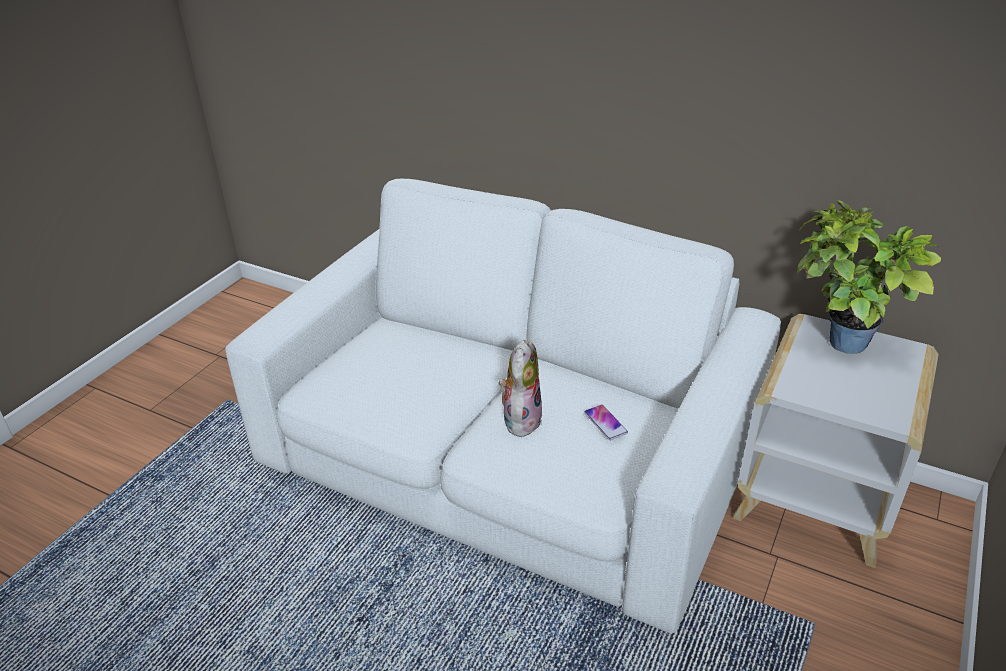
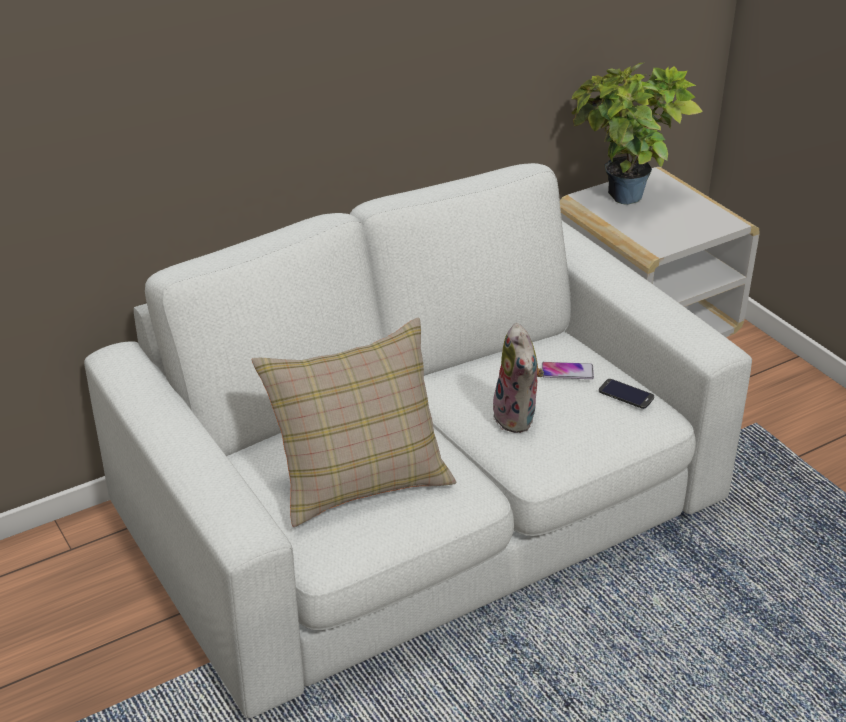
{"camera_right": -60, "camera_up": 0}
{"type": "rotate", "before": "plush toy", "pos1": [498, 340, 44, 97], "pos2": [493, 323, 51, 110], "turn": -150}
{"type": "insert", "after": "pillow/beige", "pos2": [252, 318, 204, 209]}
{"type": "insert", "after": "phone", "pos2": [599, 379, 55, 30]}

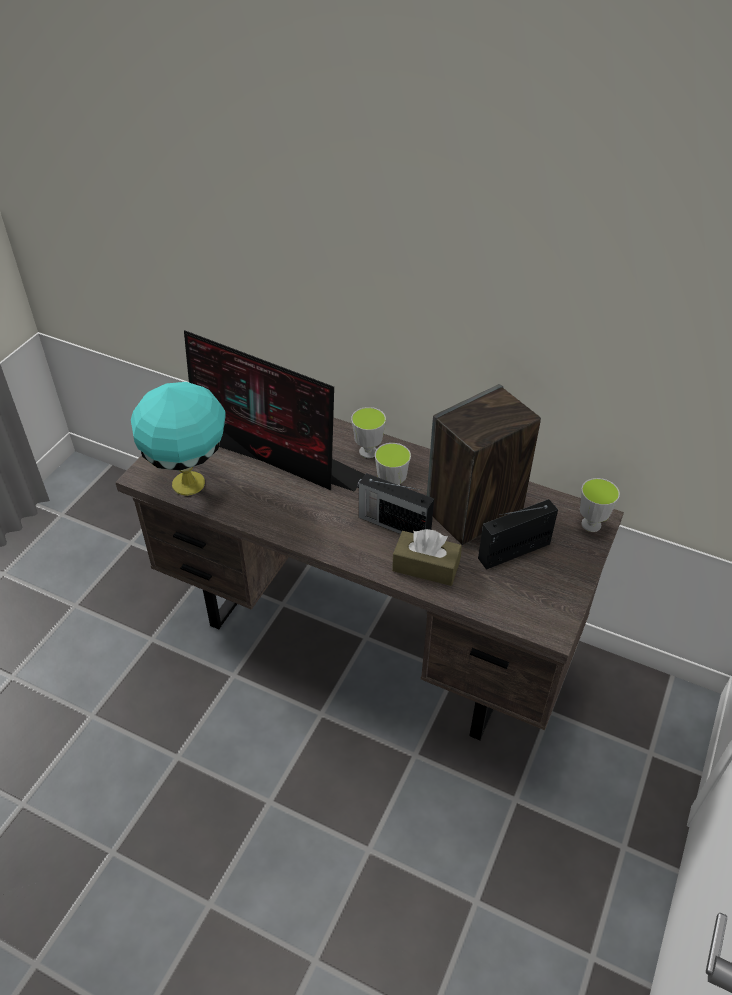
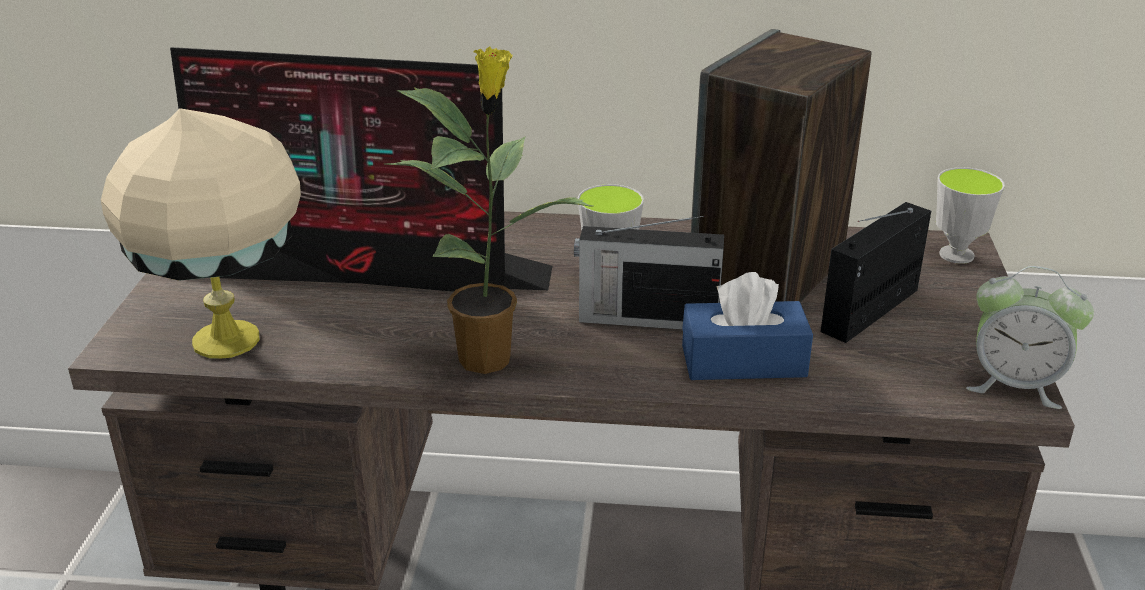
{"camera_right": -20, "camera_up": -15}
{"type": "recolor", "before": "table lamp/turquoise", "after": "table lamp/beige", "pos1": [131, 382, 95, 114], "pos2": [101, 108, 200, 251]}
{"type": "delete", "before": "cup", "pos1": [351, 407, 35, 51]}
{"type": "recolor", "before": "tissue box/brown", "after": "tissue box/blue", "pos1": [392, 529, 70, 57], "pos2": [682, 272, 131, 108]}
{"type": "insert", "after": "potted plant", "pos2": [384, 47, 209, 327]}
{"type": "insert", "after": "alarm clock", "pos2": [966, 266, 128, 143]}

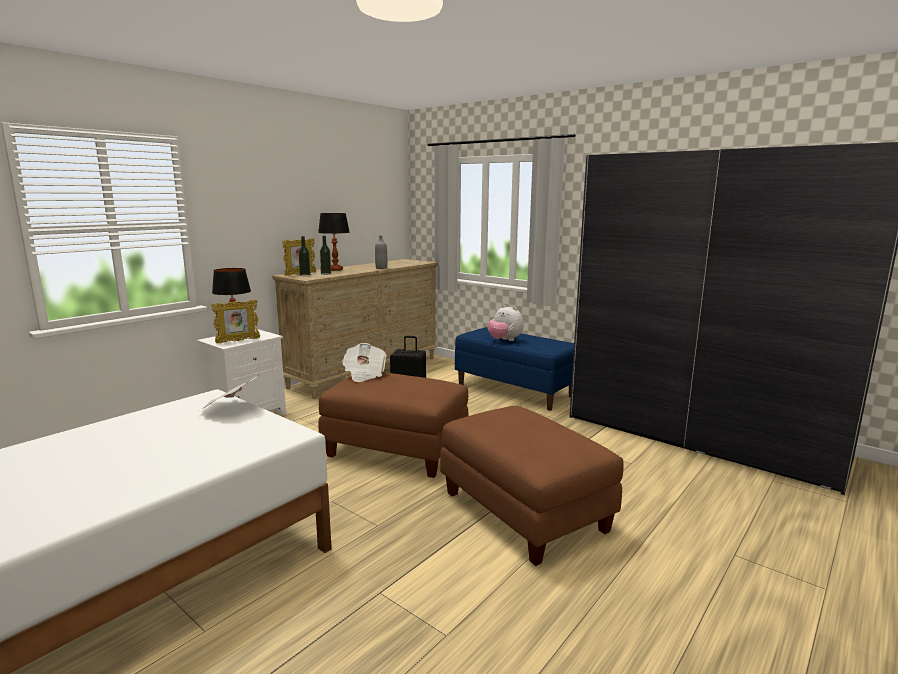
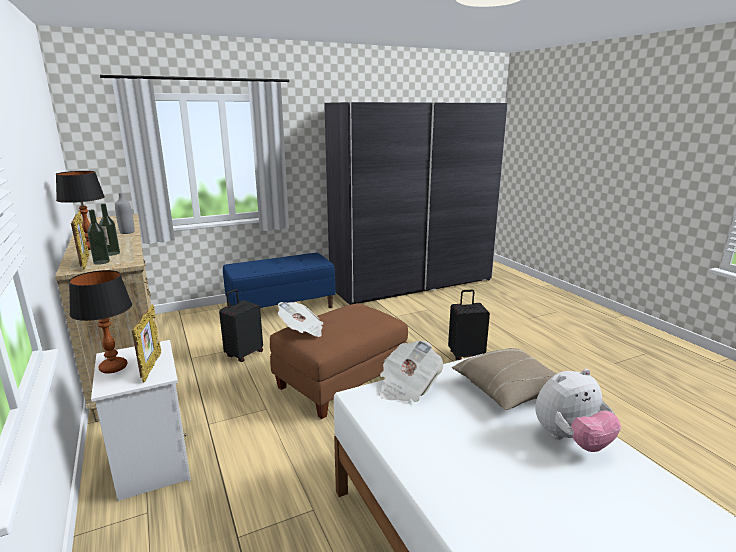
{"camera_right": -65, "camera_up": 5}
{"type": "move", "before": "plush toy", "pos1": [487, 305, 37, 36], "pos2": [535, 369, 86, 83]}
{"type": "replace", "before": "ottoman/brown", "after": "suitcase/black", "pos1": [440, 406, 184, 160], "pos2": [448, 290, 42, 70]}
{"type": "insert", "after": "pillow/beige", "pos2": [452, 348, 105, 62]}

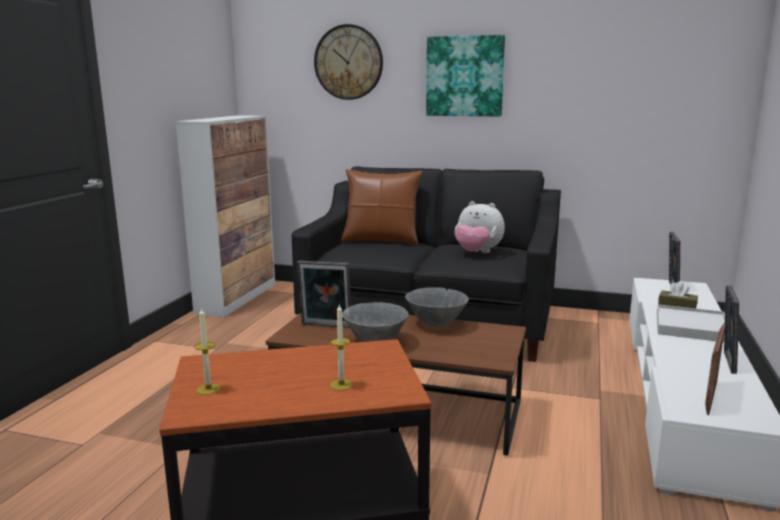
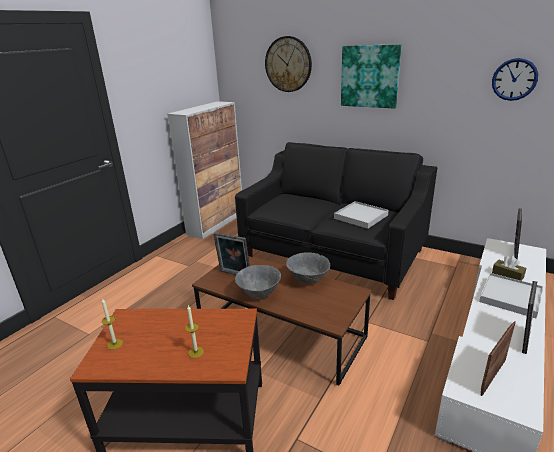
{"camera_right": 15, "camera_up": 10}
{"type": "delete", "before": "pillow/brown", "pos1": [341, 169, 81, 76]}
{"type": "replace", "before": "plush toy", "after": "tray/white", "pos1": [455, 201, 50, 52], "pos2": [334, 201, 55, 28]}
{"type": "insert", "after": "wall clock", "pos2": [492, 58, 46, 43]}

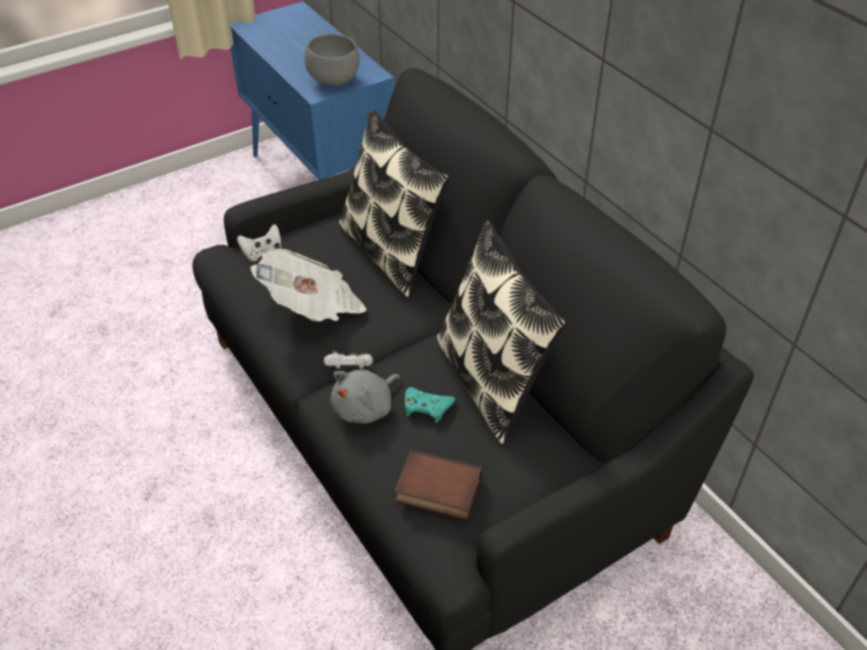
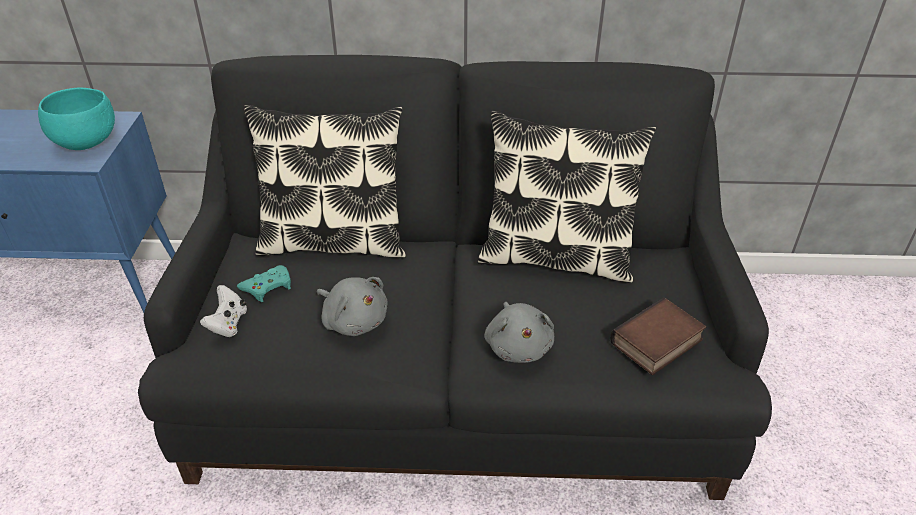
{"camera_right": -55, "camera_up": -5}
{"type": "recolor", "before": "bowl/grey", "after": "bowl/turquoise", "pos1": [305, 34, 55, 52], "pos2": [38, 88, 77, 62]}
{"type": "replace", "before": "newspaper", "after": "plush toy/grey", "pos1": [250, 249, 117, 73], "pos2": [317, 277, 70, 59]}
{"type": "delete", "before": "game controller/white", "pos1": [324, 350, 49, 19]}
{"type": "move", "before": "game controller/turquoise", "pos1": [405, 387, 50, 36], "pos2": [237, 265, 54, 37]}

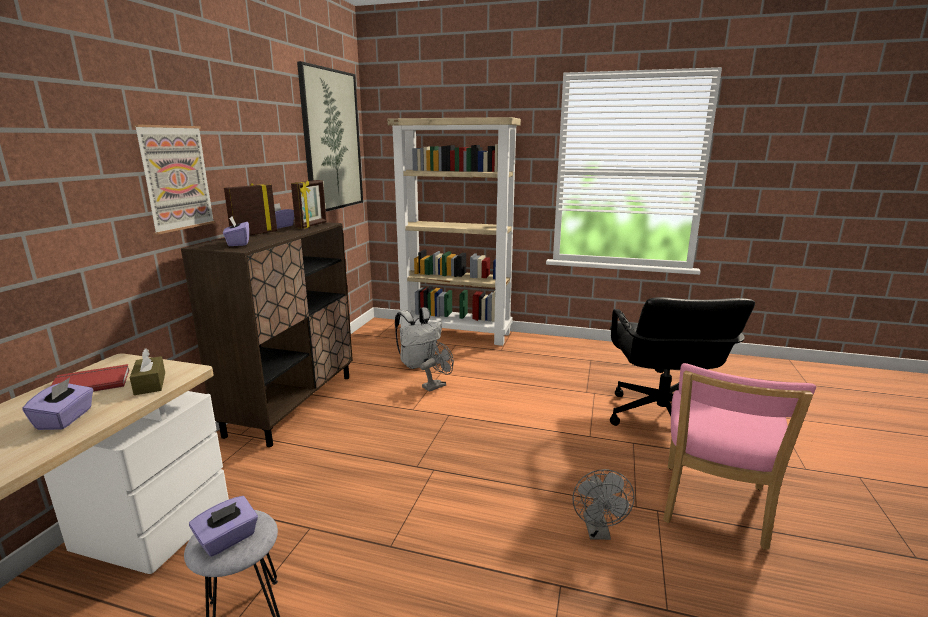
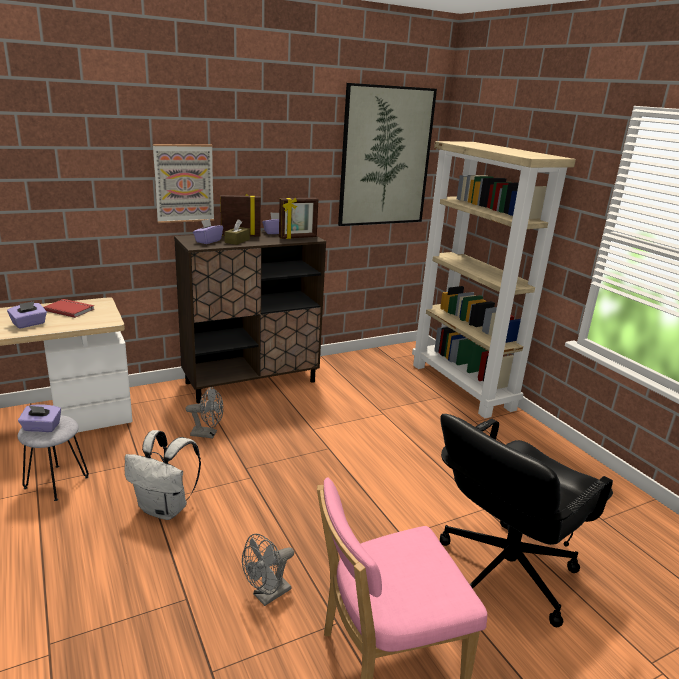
{"camera_right": 45, "camera_up": 5}
{"type": "move", "before": "backpack/white", "pos1": [395, 307, 47, 62], "pos2": [125, 430, 76, 90]}
{"type": "move", "before": "fan/grey", "pos1": [420, 340, 34, 52], "pos2": [186, 387, 37, 51]}
{"type": "move", "before": "tissue box/brown", "pos1": [130, 348, 35, 47], "pos2": [224, 219, 26, 26]}

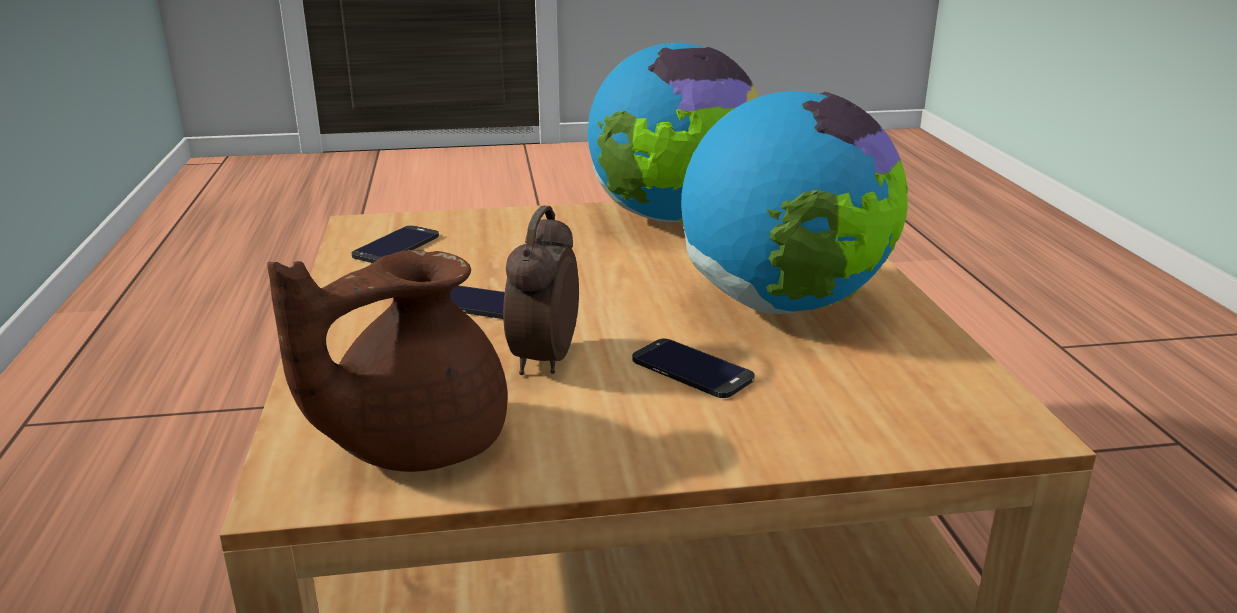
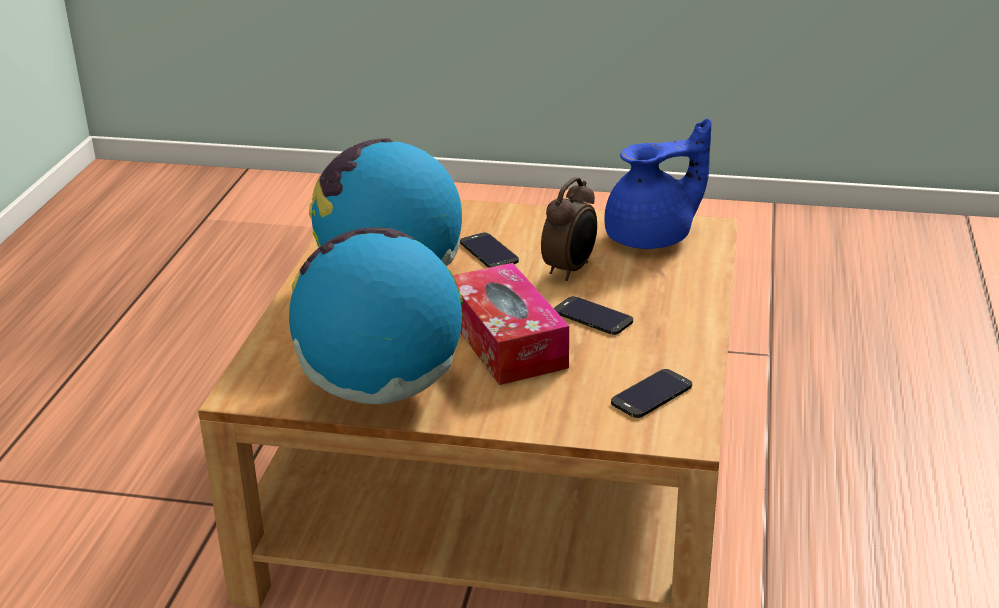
{"camera_right": -160, "camera_up": 5}
{"type": "recolor", "before": "teapot/brown", "after": "teapot/blue", "pos1": [268, 250, 239, 222], "pos2": [604, 118, 107, 131]}
{"type": "insert", "after": "tissue box", "pos2": [453, 263, 116, 122]}

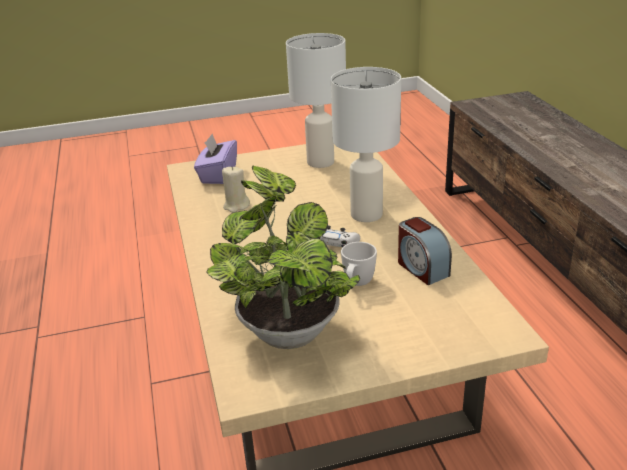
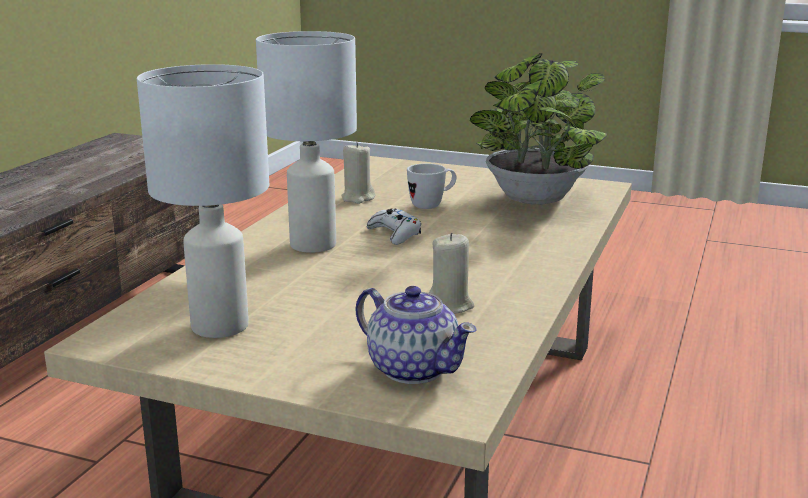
{"camera_right": -145, "camera_up": -10}
{"type": "replace", "before": "tissue box/purple", "after": "teapot", "pos1": [194, 134, 43, 50], "pos2": [356, 286, 121, 98]}
{"type": "replace", "before": "alarm clock", "after": "candle/beige", "pos1": [398, 217, 54, 68], "pos2": [342, 142, 33, 62]}

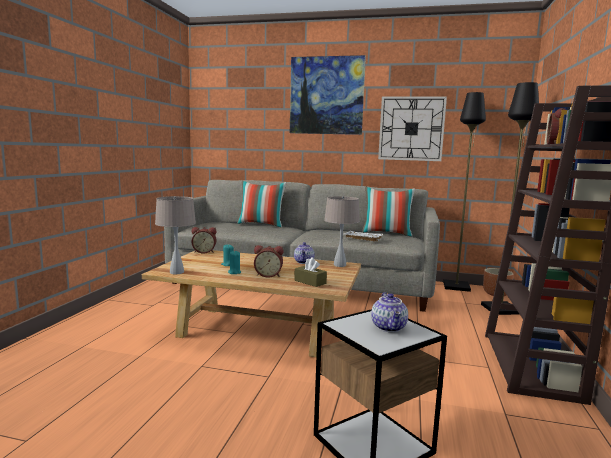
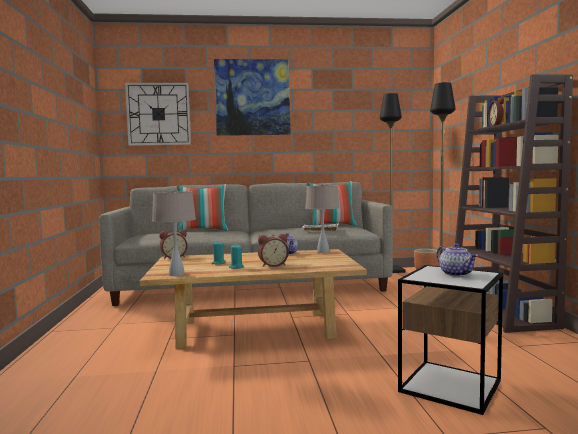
{"camera_right": -20, "camera_up": -5}
{"type": "move", "before": "wall clock", "pos1": [378, 96, 69, 65], "pos2": [125, 83, 66, 63]}
{"type": "delete", "before": "tissue box/brown", "pos1": [294, 257, 33, 30]}

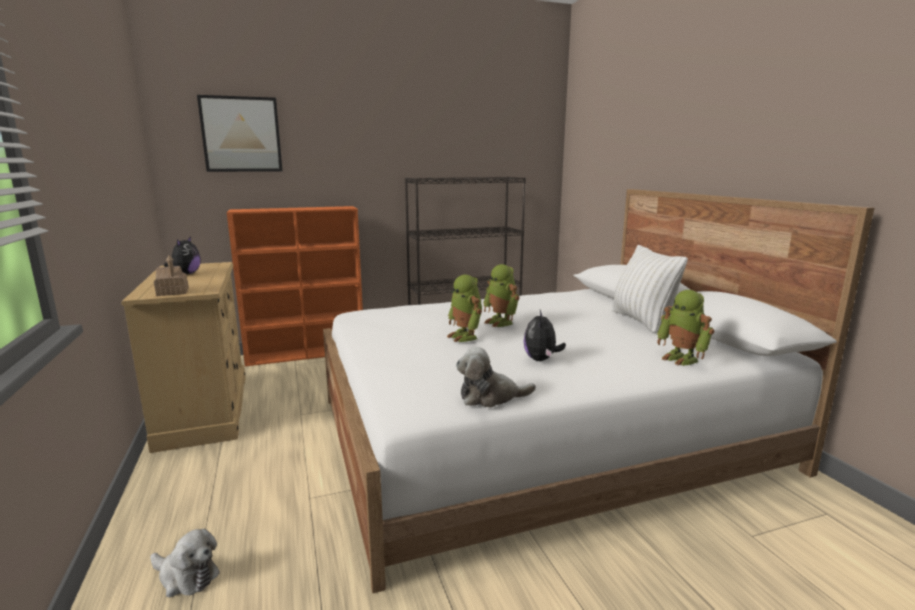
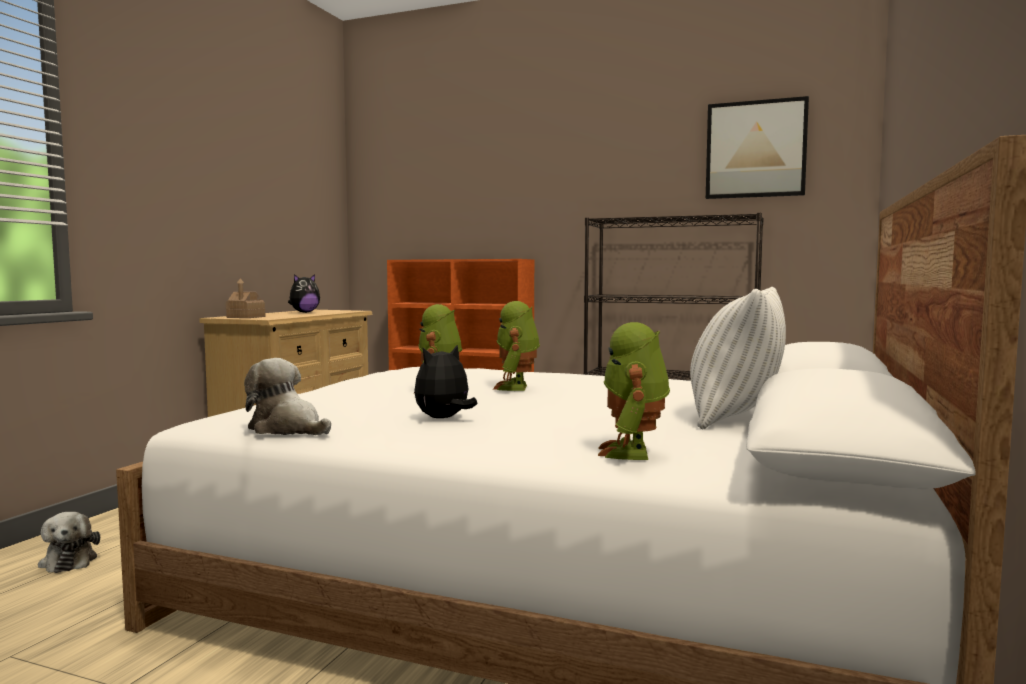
{"camera_right": 40, "camera_up": -10}
{"type": "move", "before": "picture", "pos1": [197, 95, 85, 77], "pos2": [706, 96, 103, 103]}

